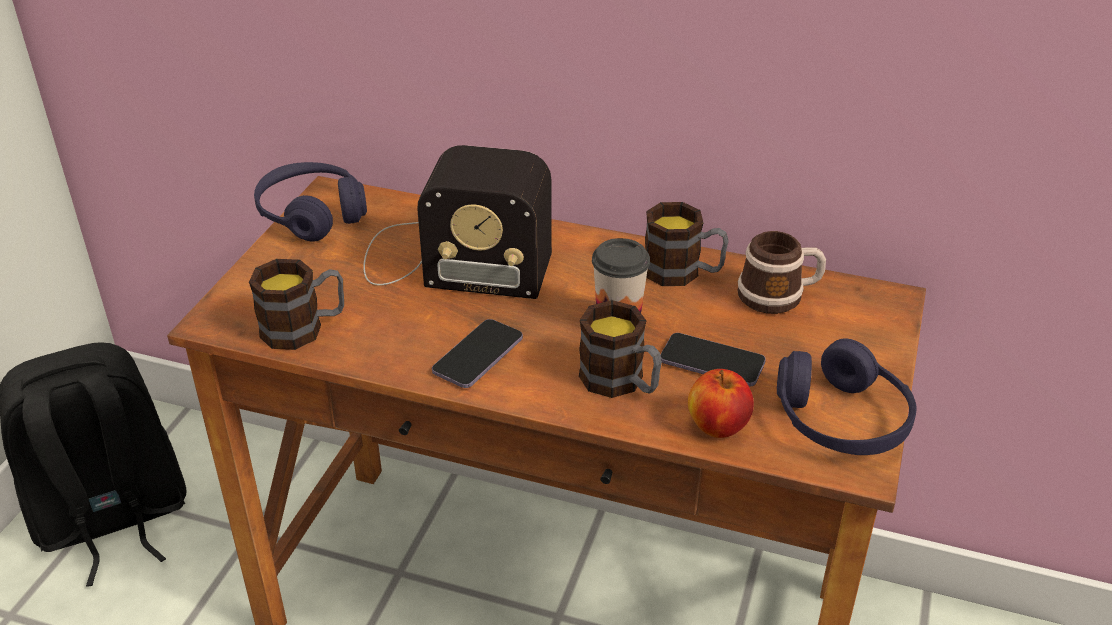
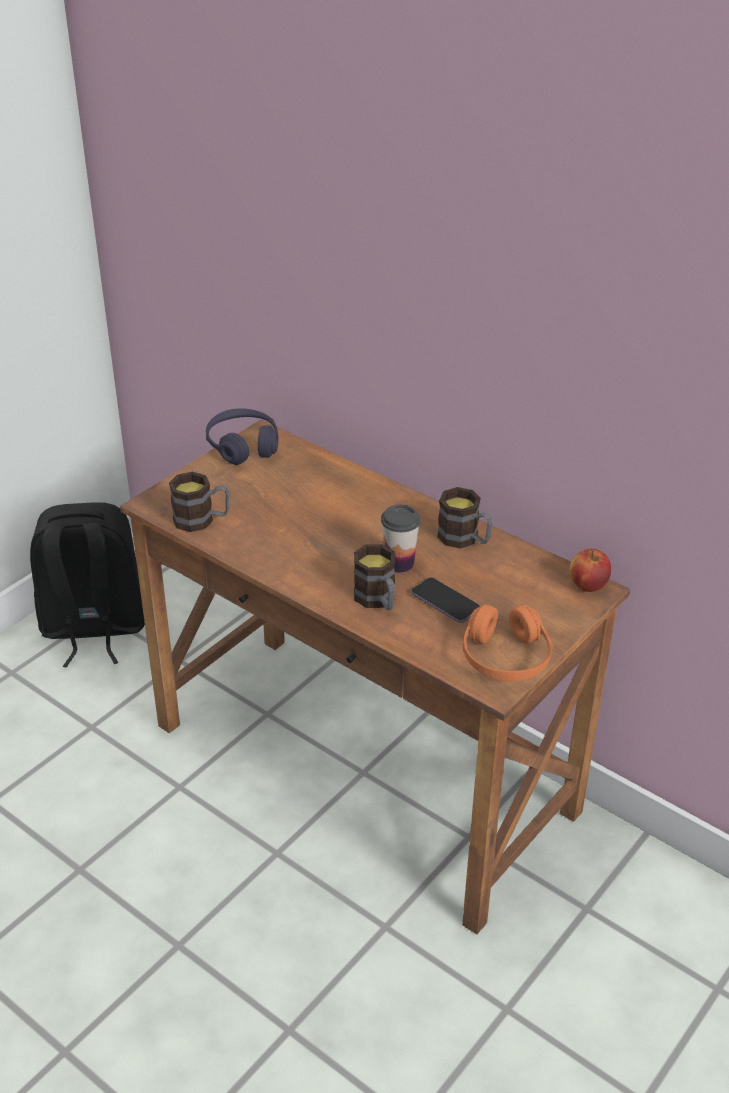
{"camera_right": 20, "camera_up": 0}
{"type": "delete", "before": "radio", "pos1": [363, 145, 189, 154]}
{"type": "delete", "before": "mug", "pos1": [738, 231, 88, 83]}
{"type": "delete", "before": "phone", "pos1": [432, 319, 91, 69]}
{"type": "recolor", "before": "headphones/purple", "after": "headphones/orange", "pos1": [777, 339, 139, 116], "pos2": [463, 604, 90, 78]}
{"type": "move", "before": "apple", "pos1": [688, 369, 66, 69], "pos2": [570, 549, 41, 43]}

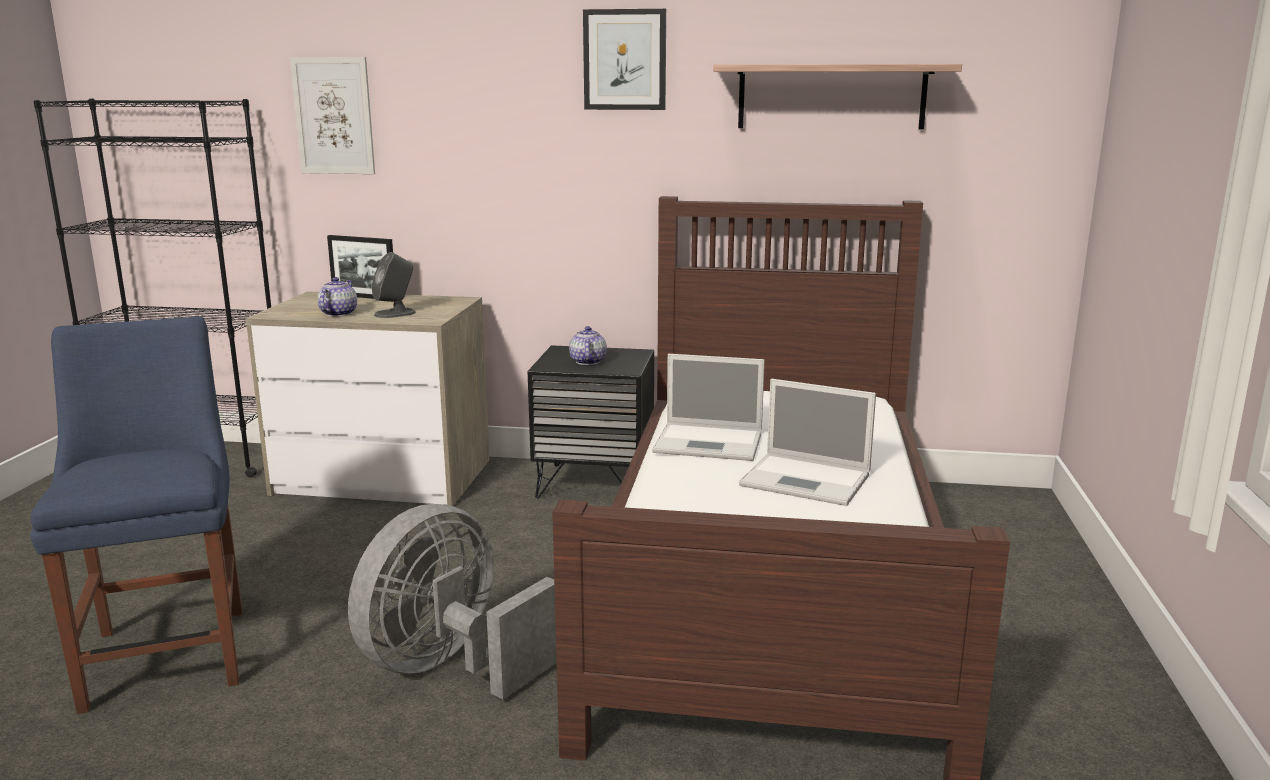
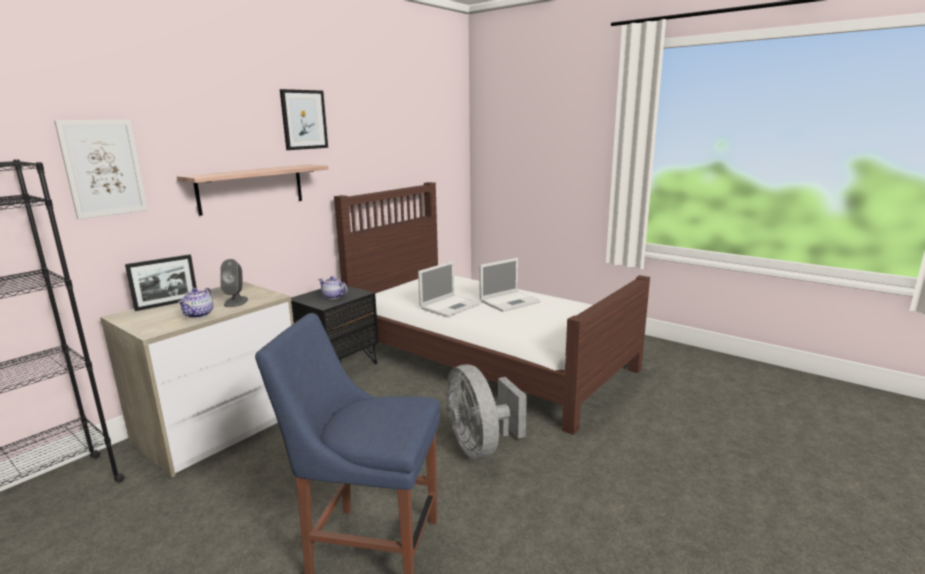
{"camera_right": -60, "camera_up": 0}
{"type": "move", "before": "shelf", "pos1": [713, 64, 249, 66], "pos2": [177, 164, 151, 52]}
{"type": "rotate", "before": "teapot", "pos1": [317, 277, 40, 40], "pos2": [178, 288, 35, 30], "turn": -120}

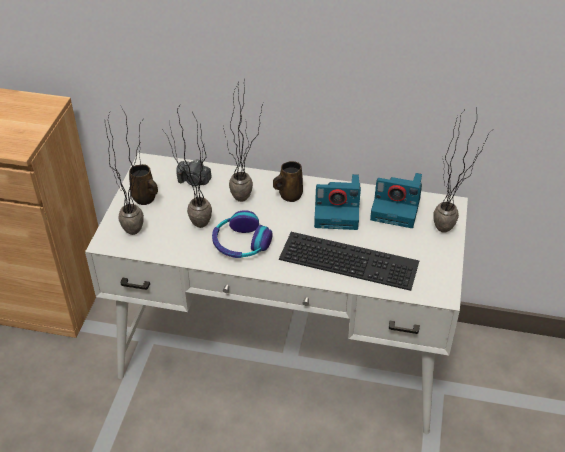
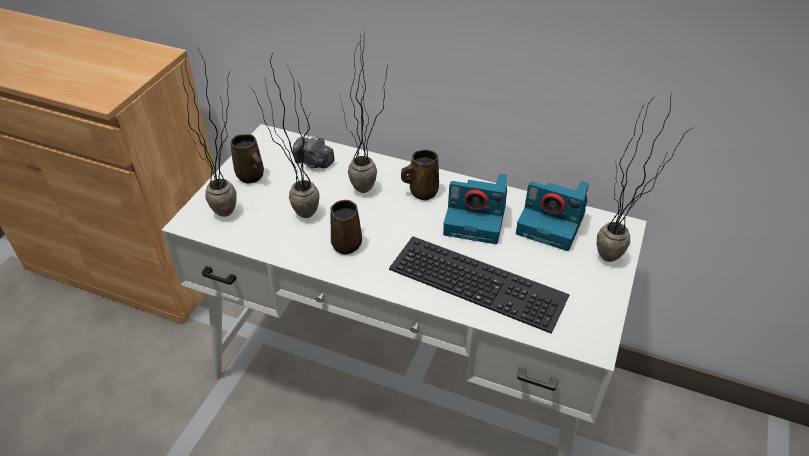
{"camera_right": 10, "camera_up": 0}
{"type": "replace", "before": "headphones", "after": "mug/brown", "pos1": [212, 210, 61, 48], "pos2": [330, 200, 32, 55]}

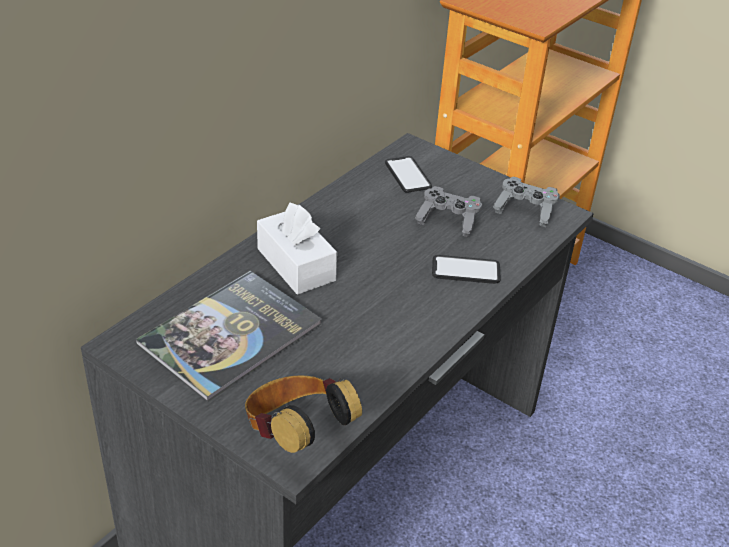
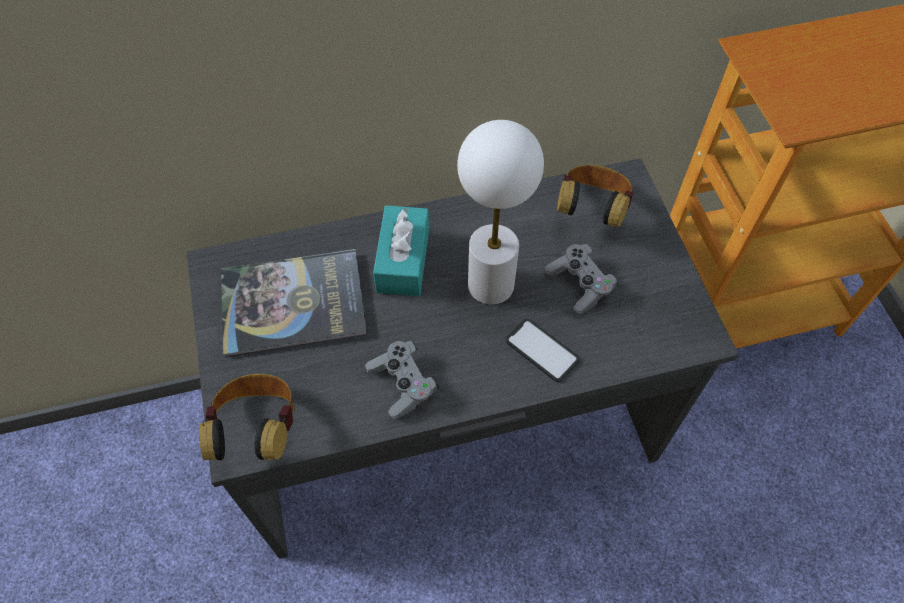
{"camera_right": 40, "camera_up": 20}
{"type": "replace", "before": "phone", "after": "headphones", "pos1": [385, 156, 47, 37], "pos2": [557, 165, 77, 62]}
{"type": "move", "before": "game controller/grey", "pos1": [493, 177, 67, 50], "pos2": [365, 341, 74, 78]}
{"type": "recolor", "before": "tissue box/white", "after": "tissue box/turquoise", "pos1": [257, 202, 80, 93], "pos2": [373, 205, 56, 91]}
{"type": "insert", "after": "table lamp/white", "pos2": [457, 120, 87, 185]}

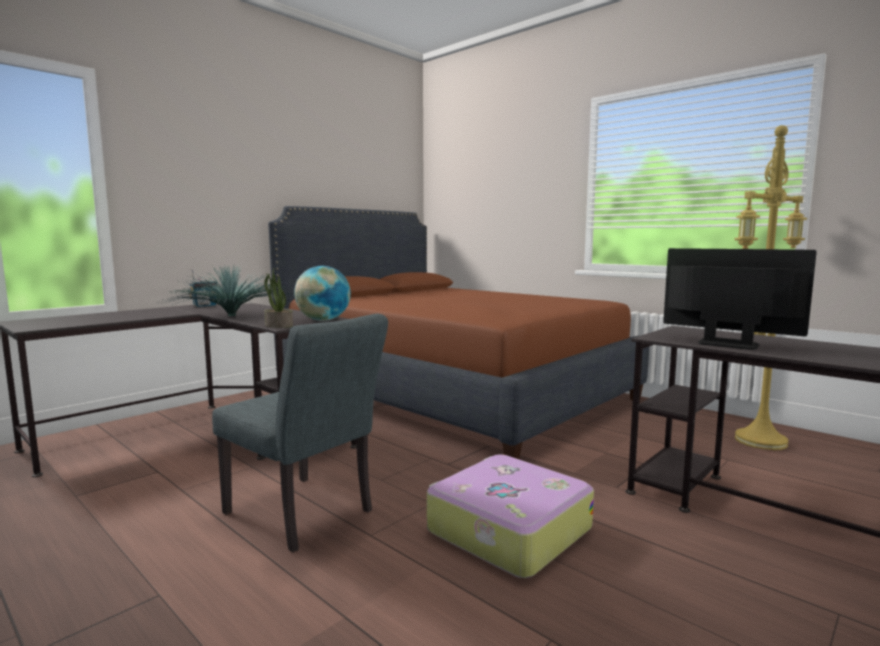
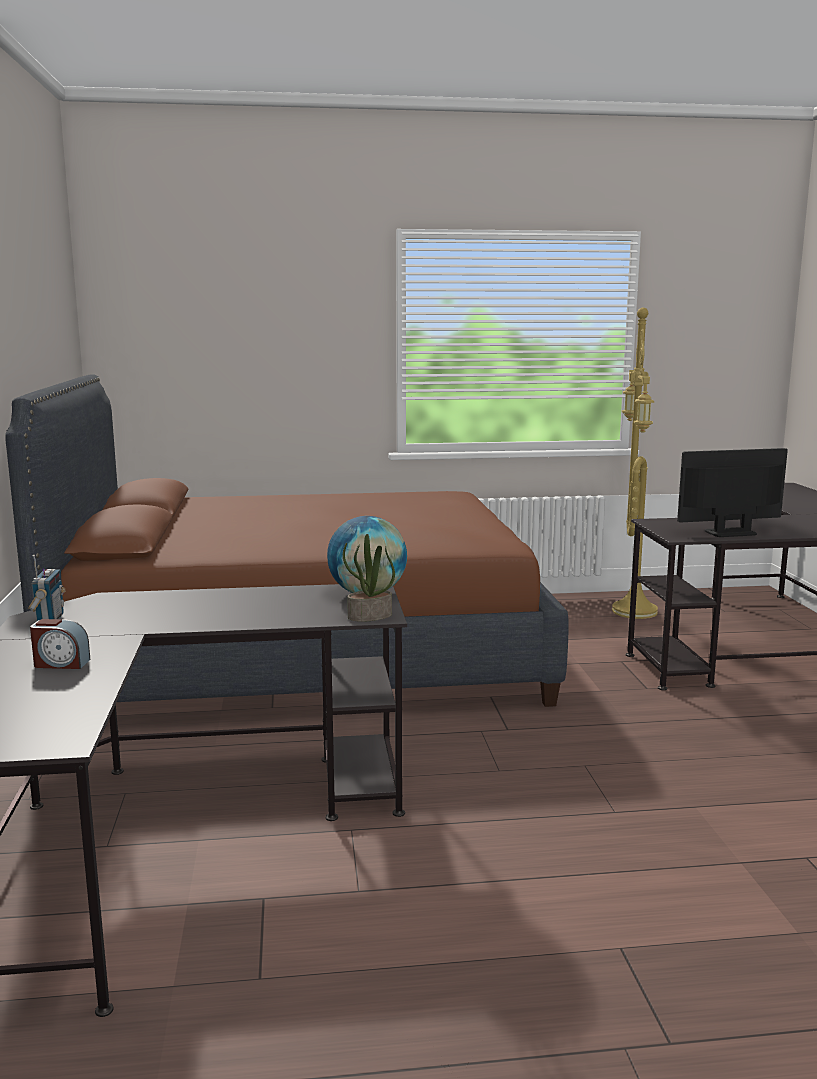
{"camera_right": -50, "camera_up": 5}
{"type": "delete", "before": "potted plant", "pos1": [165, 265, 129, 51]}
{"type": "delete", "before": "chair/grey", "pos1": [212, 314, 176, 238]}
{"type": "delete", "before": "suitcase", "pos1": [427, 454, 167, 124]}
{"type": "insert", "after": "alarm clock", "pos2": [30, 619, 60, 50]}

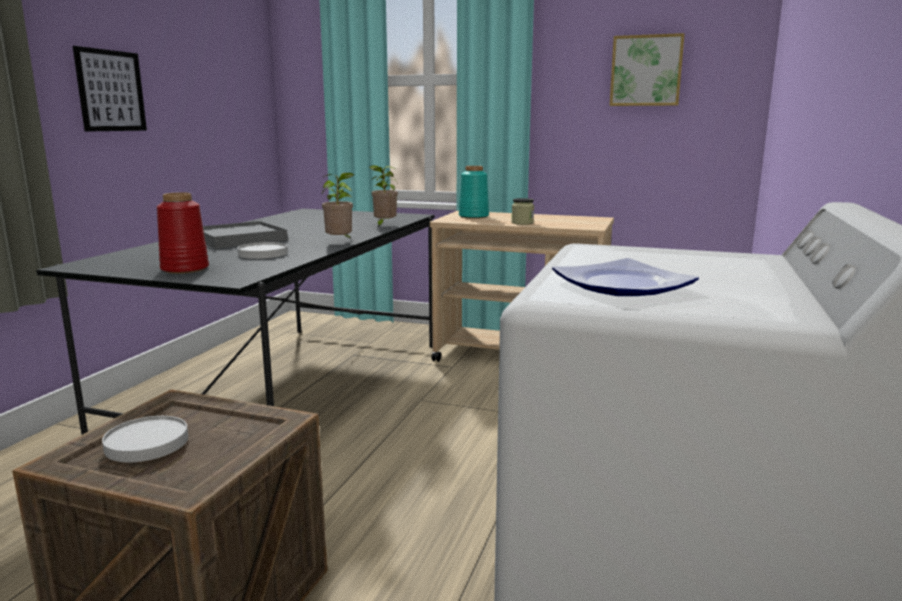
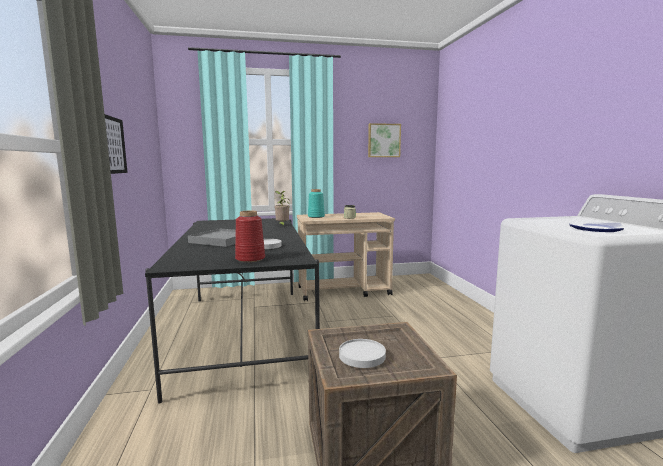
{"camera_right": -30, "camera_up": -5}
{"type": "delete", "before": "potted plant", "pos1": [322, 173, 32, 67]}

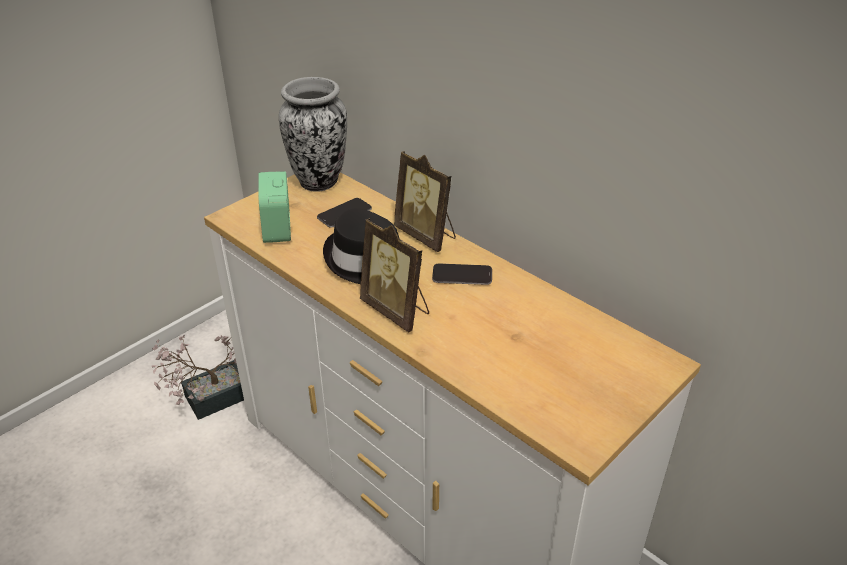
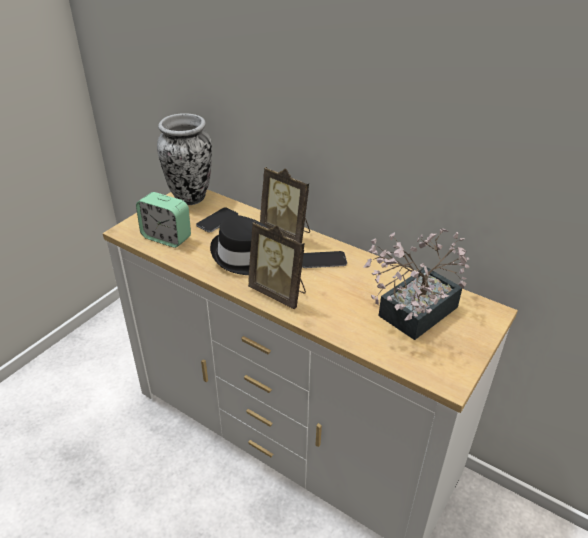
{"camera_right": -10, "camera_up": 0}
{"type": "rotate", "before": "alarm clock", "pos1": [258, 171, 33, 72], "pos2": [136, 192, 55, 56], "turn": -45}
{"type": "move", "before": "potted plant", "pos1": [151, 334, 93, 86], "pos2": [364, 228, 106, 112]}

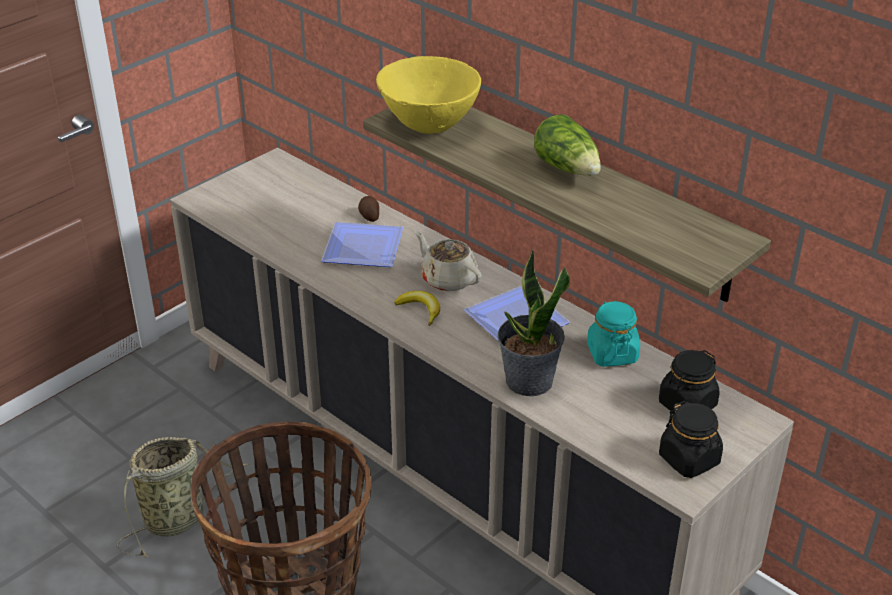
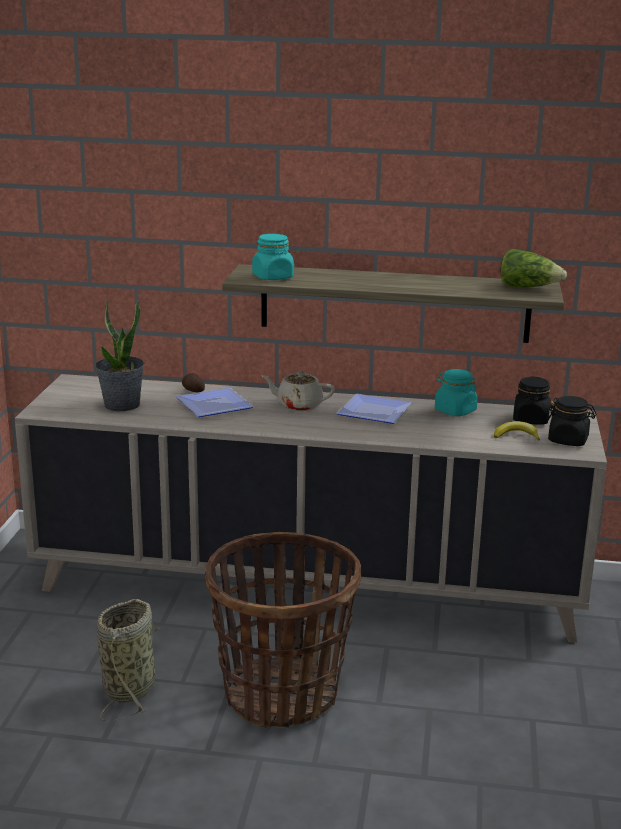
{"camera_right": -35, "camera_up": -15}
{"type": "replace", "before": "bowl/yellow", "after": "jar/turquoise", "pos1": [376, 56, 105, 78], "pos2": [252, 234, 42, 46]}
{"type": "move", "before": "lettuce", "pos1": [534, 114, 67, 62], "pos2": [501, 249, 66, 39]}
{"type": "move", "before": "potted plant", "pos1": [498, 249, 72, 147], "pos2": [95, 300, 50, 111]}
{"type": "move", "before": "banana", "pos1": [394, 291, 46, 35], "pos2": [494, 421, 46, 20]}

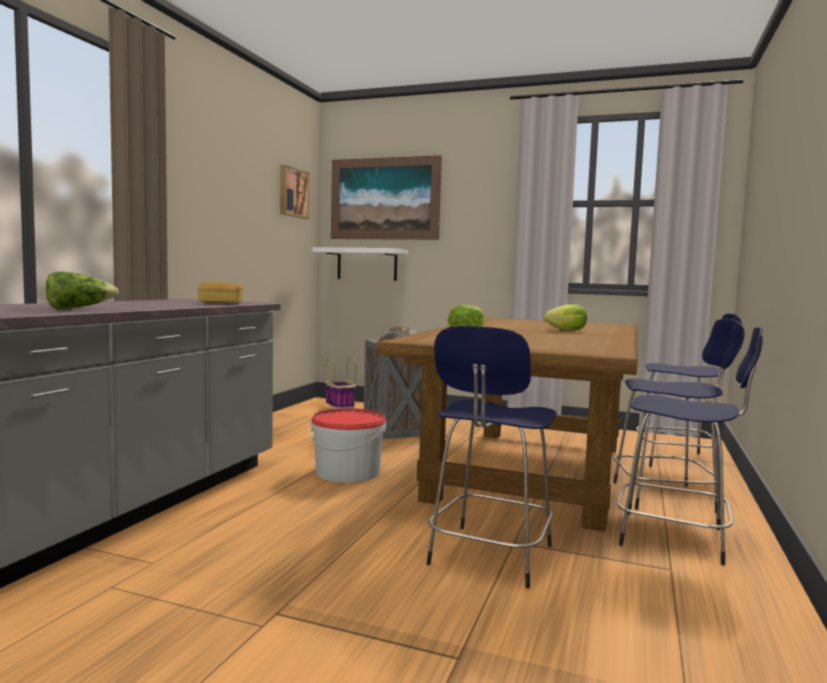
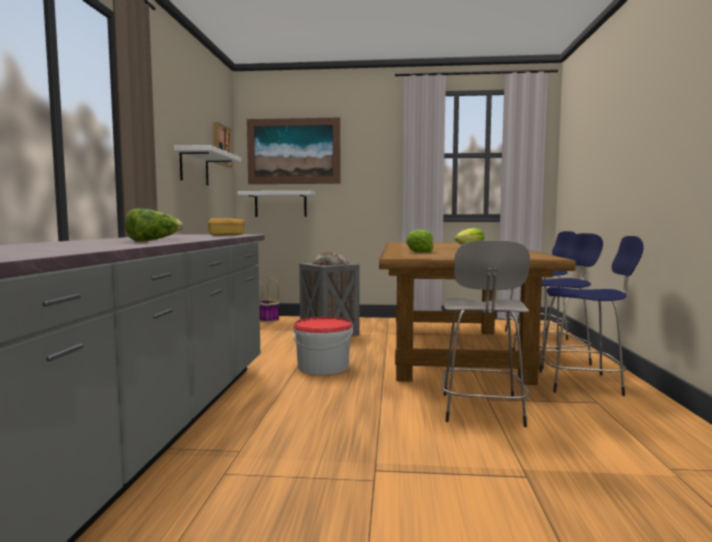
{"camera_right": -15, "camera_up": 0}
{"type": "recolor", "before": "stool/blue", "after": "stool/grey", "pos1": [426, 326, 131, 263], "pos2": [442, 240, 88, 187]}
{"type": "insert", "after": "shelf/white", "pos2": [174, 145, 67, 40]}

